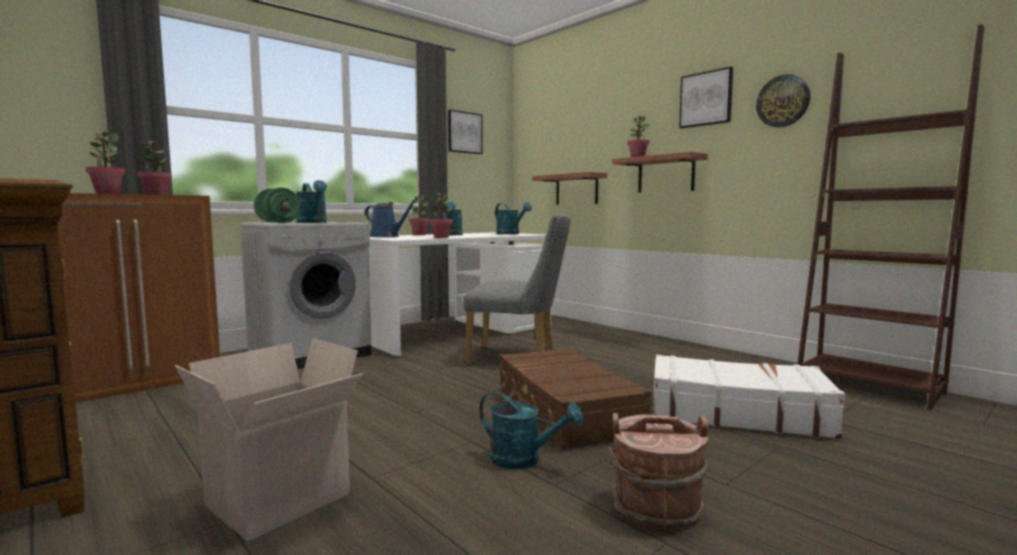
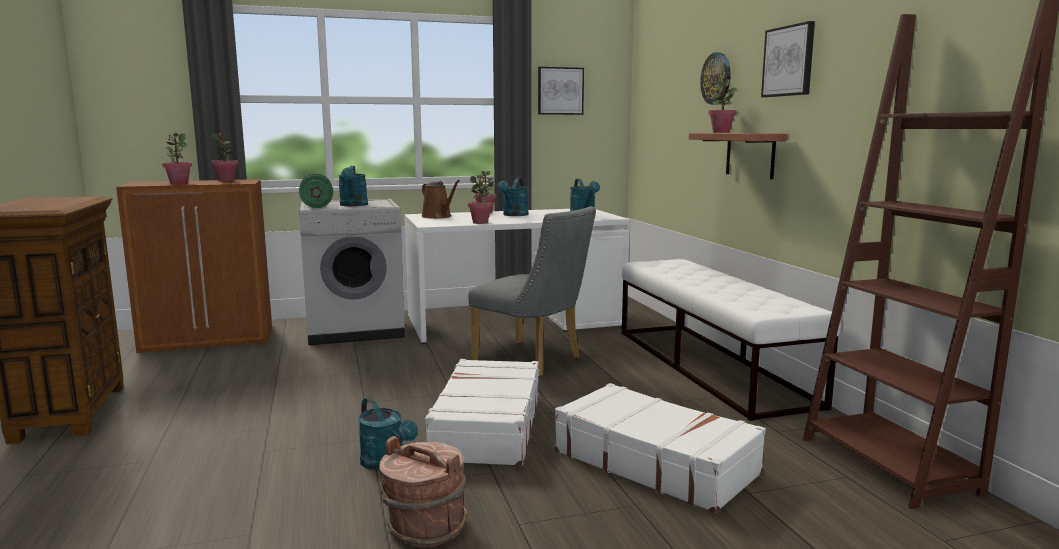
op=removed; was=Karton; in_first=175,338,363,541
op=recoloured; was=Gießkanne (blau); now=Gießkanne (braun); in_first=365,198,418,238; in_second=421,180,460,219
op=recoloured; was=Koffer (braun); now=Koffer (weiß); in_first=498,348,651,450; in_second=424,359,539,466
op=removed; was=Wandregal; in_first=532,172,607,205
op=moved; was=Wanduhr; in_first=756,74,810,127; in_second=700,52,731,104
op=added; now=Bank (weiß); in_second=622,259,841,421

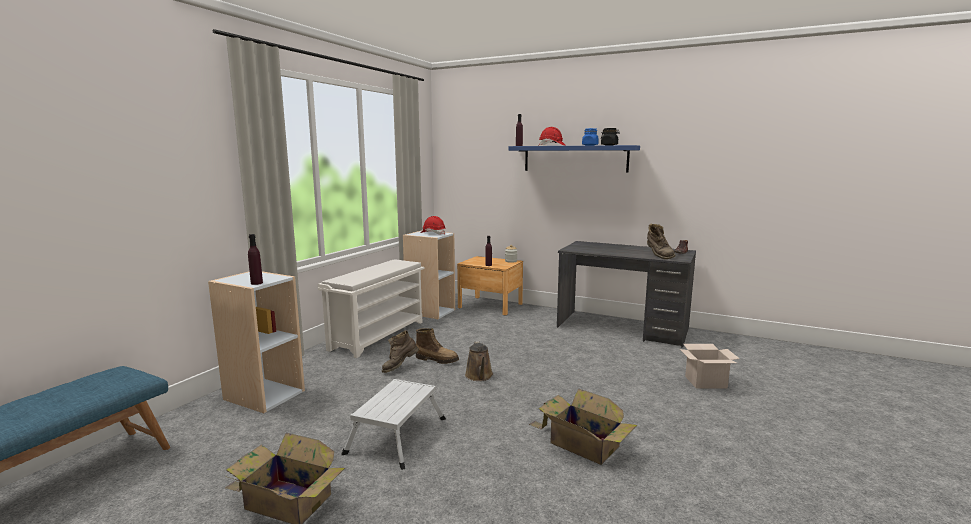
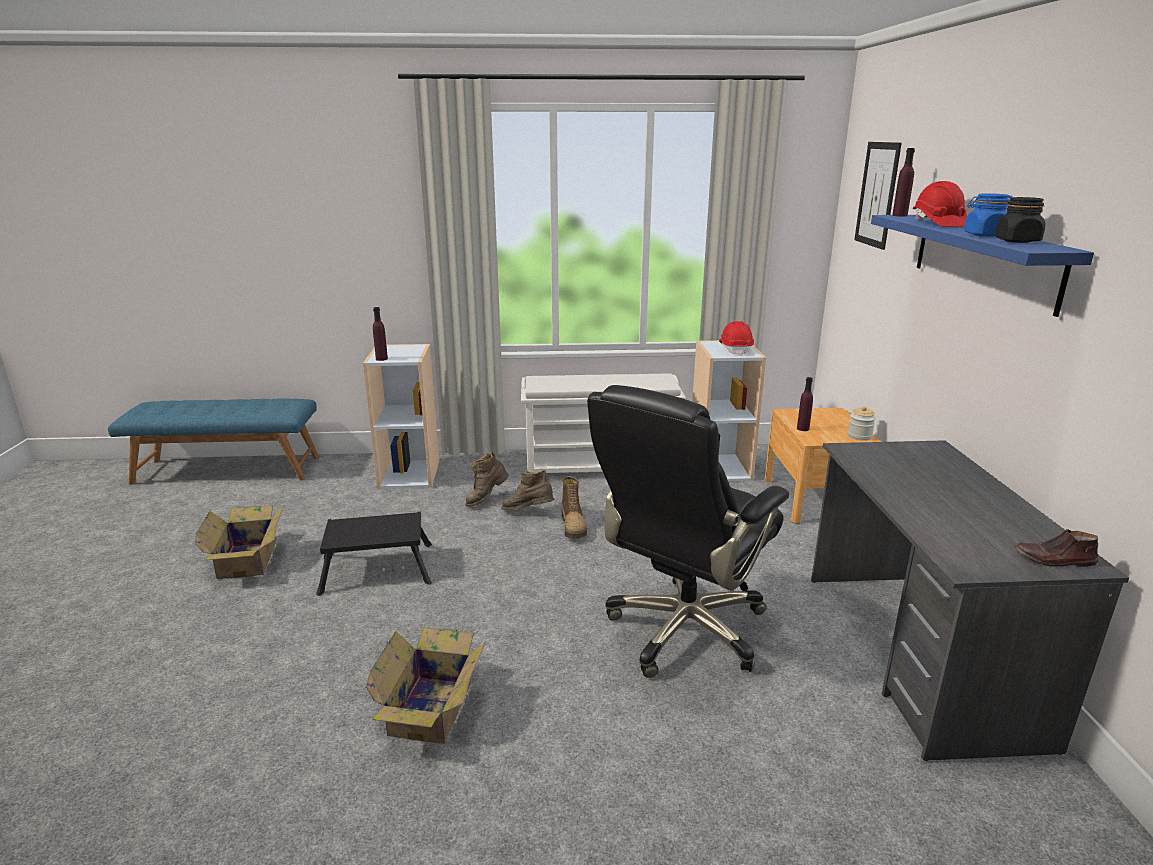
op=recoloured; was=Trittleiter (weiß); now=Trittleiter (schwarz); in_first=341,379,446,470; in_second=316,512,432,596
op=removed; was=Gießkanne (braun); in_first=465,341,493,381
op=moved; was=Stiefel (braun); in_first=647,223,676,259; in_second=465,452,509,507
op=removed; was=Karton; in_first=680,344,740,389
op=added; now=Bürostuhl (schwarz); in_second=587,385,789,678
op=added; now=Bild; in_second=854,142,902,250

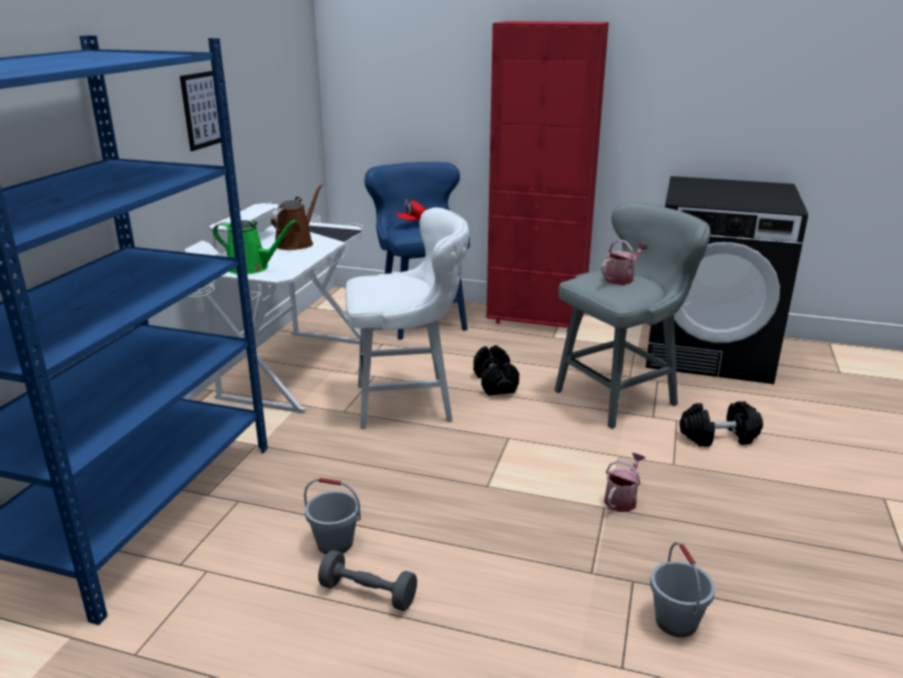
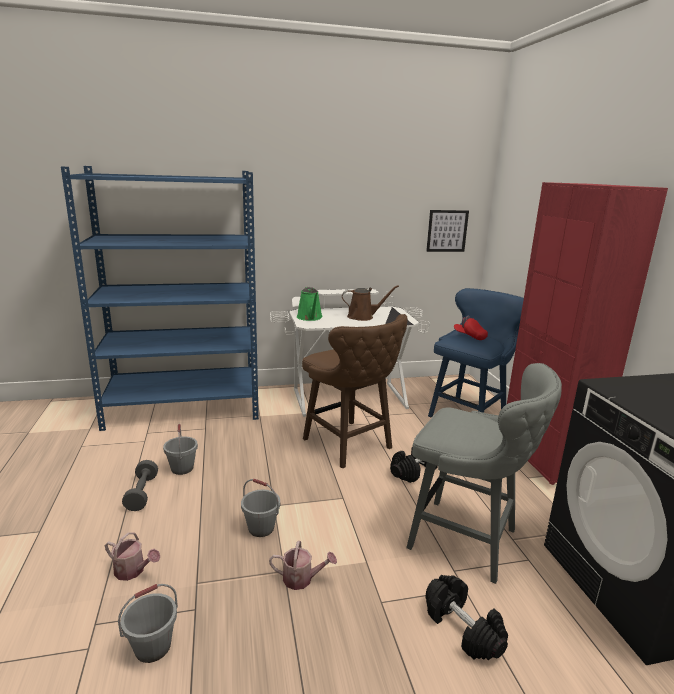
op=moved; was=Bild; in_first=180,70,232,151; in_second=426,210,469,252
op=recoloured; was=Hocker (weiß); now=Hocker (braun); in_first=346,207,469,429; in_second=302,314,408,468
op=moved; was=Gießkanne; in_first=602,239,648,285; in_second=105,532,160,581
op=added; now=Eimer (grau); in_second=241,479,280,537

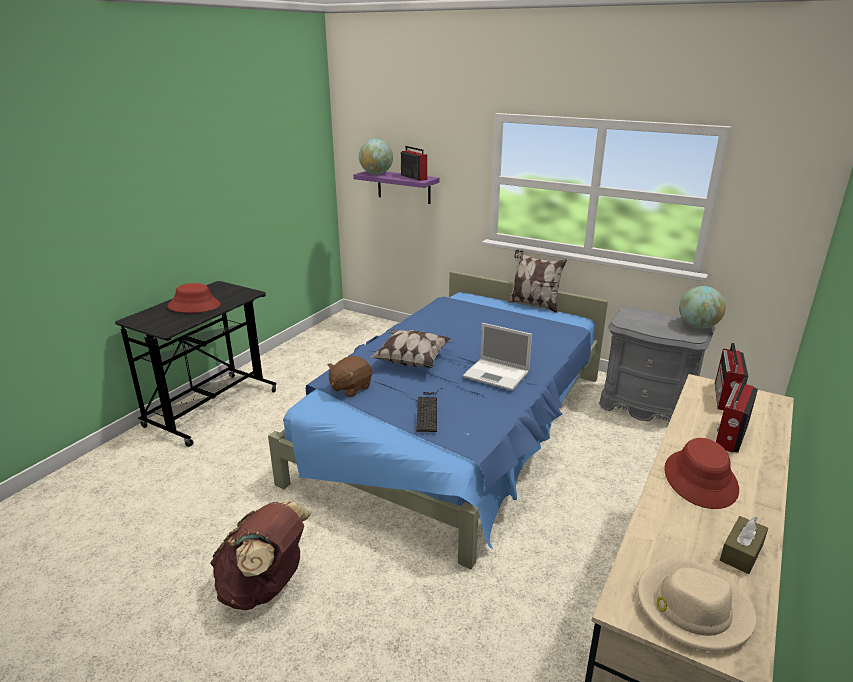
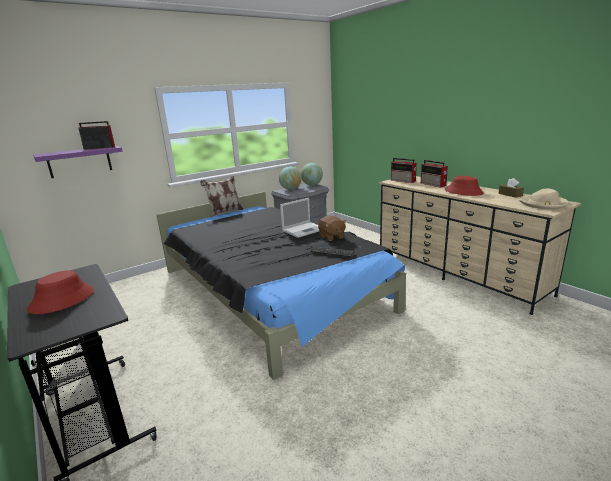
op=removed; was=Rucksack (braun); in_first=210,500,311,610
op=recoloured; was=Bett (blau); now=Bett (schwarz); in_first=268,271,608,569; in_second=156,192,406,380
op=moved; was=Plüschtier (braun); in_first=328,356,372,397; in_second=318,216,346,241
op=moved; was=Globus; in_first=359,139,393,175; in_second=279,166,302,190
op=removed; was=Kissen; in_first=370,329,451,368

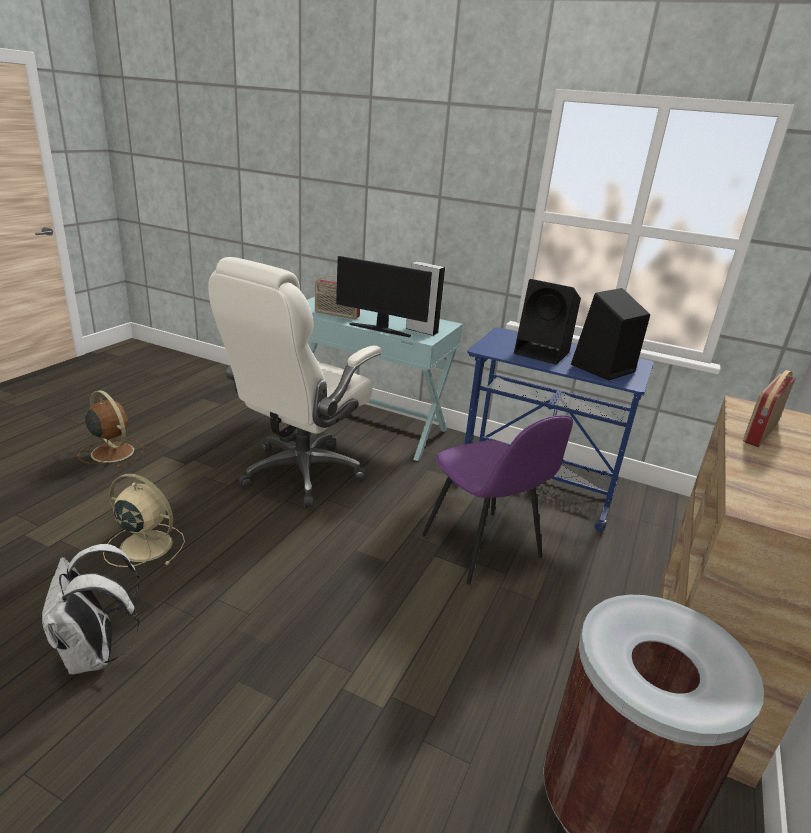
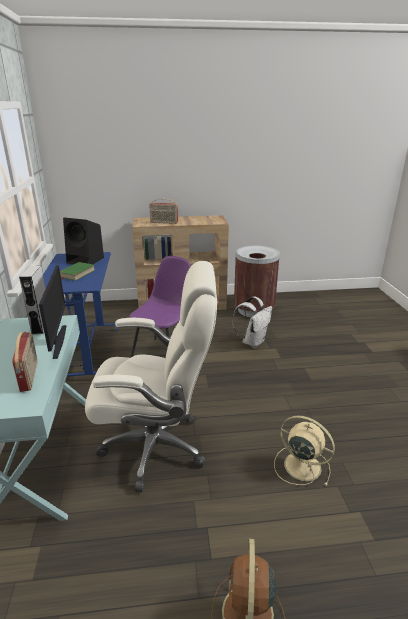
op=moved; was=Rucksack (weiß); in_first=42,544,140,675; in_second=232,296,272,348
op=turned; was=Ventilator (beige); in_first=103,473,185,567; in_second=274,415,335,486; clockwise=135
op=replaced; was=Lautsprecher (schwarz); now=Buch (grün); in_first=514,279,581,365; in_second=60,262,95,281

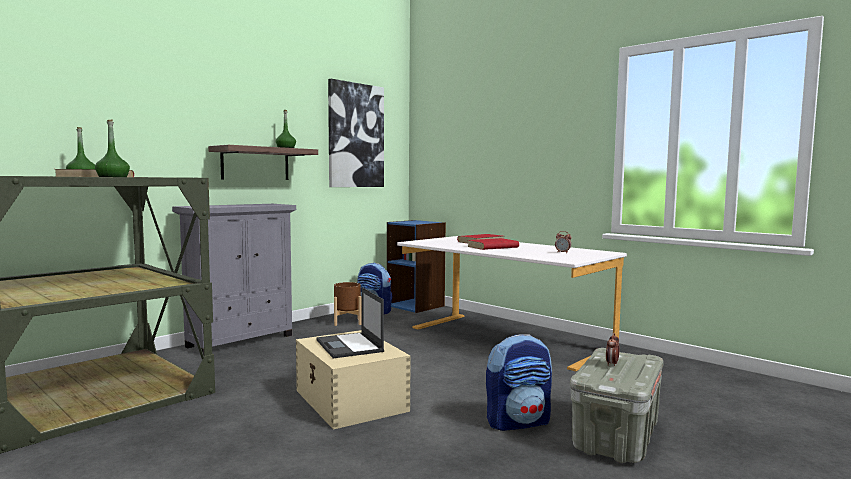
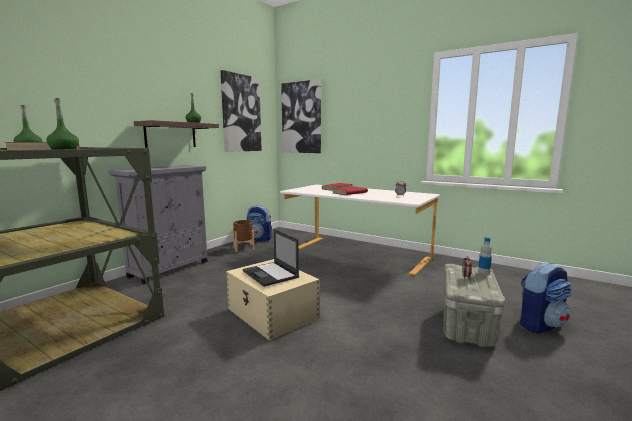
op=removed; was=Bücherregal (blau); in_first=387,220,446,313
op=moved; was=Rucksack; in_first=486,334,552,431; in_second=520,262,572,334
op=added; now=Bild; in_second=281,79,321,153
op=added; now=Flasche; in_second=478,237,492,275

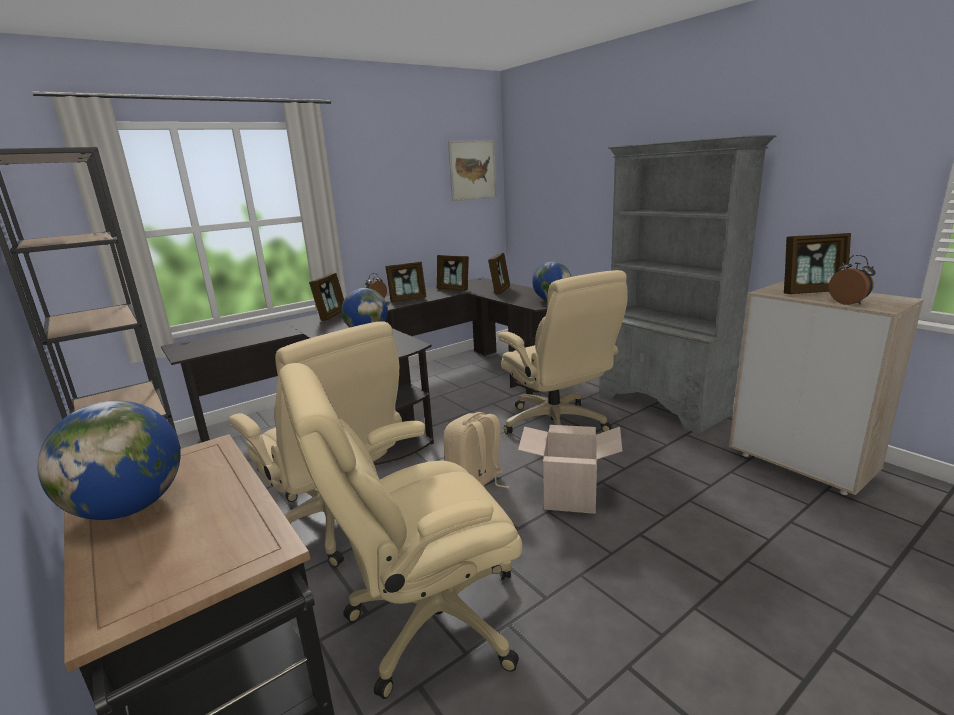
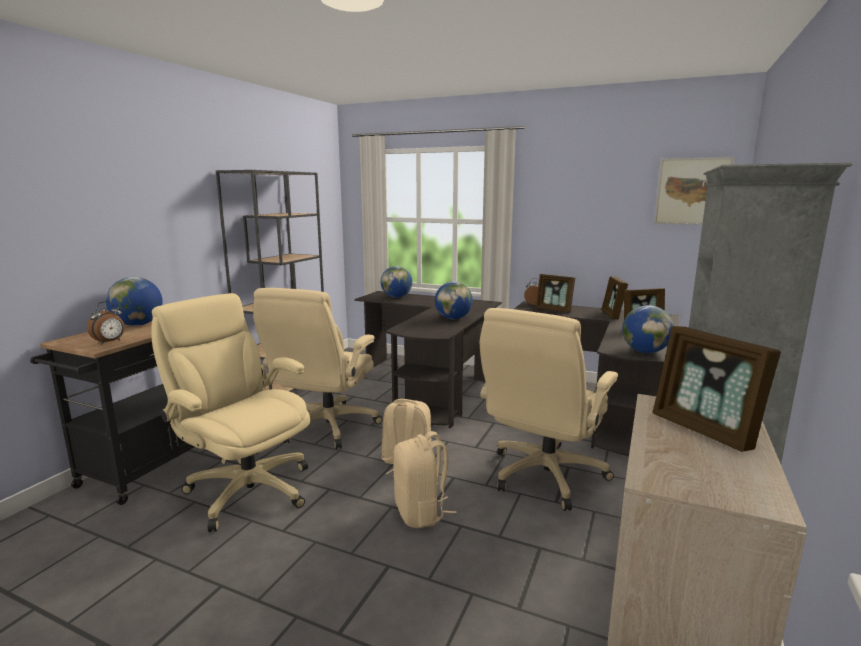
op=removed; was=Bilderrahmen; in_first=309,273,344,321
op=replaced; was=Karton; now=Rucksack (beige); in_first=518,425,622,514; in_second=393,431,456,528
op=moved; was=Wecker; in_first=829,255,875,305; in_second=87,301,125,344
op=added; now=Globus; in_second=381,266,412,298

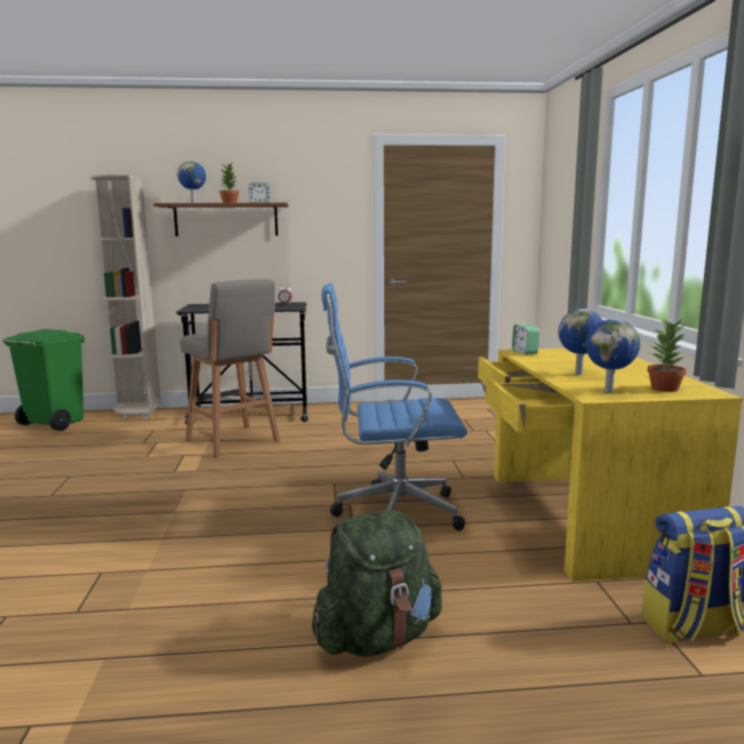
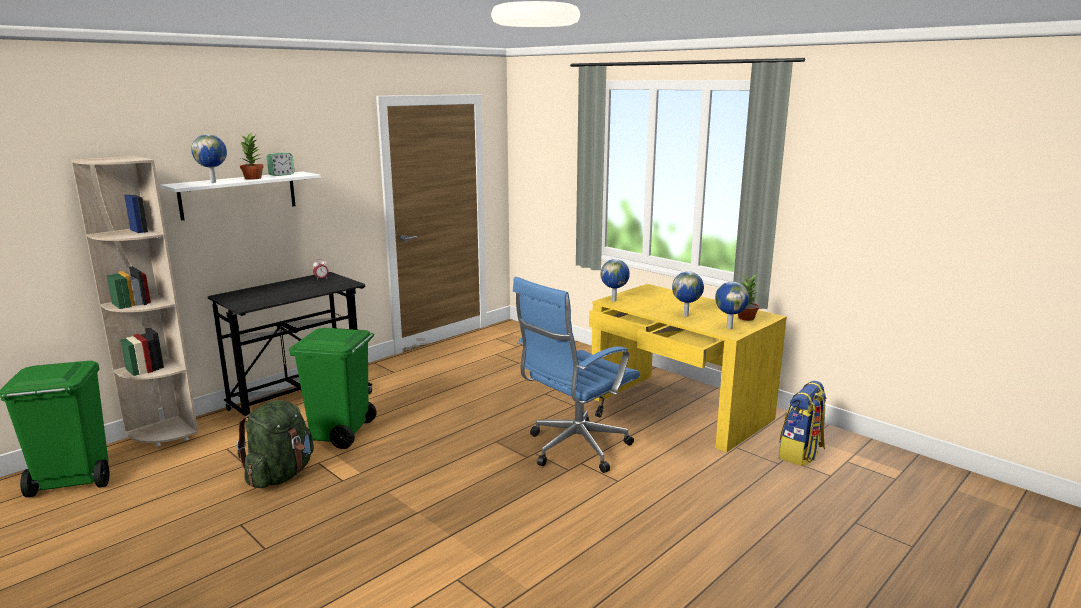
op=recoloured; was=Wandregal (braun); now=Wandregal (weiß); in_first=154,203,289,236; in_second=160,172,321,221
op=replaced; was=Hocker (grau); now=Mülleimer (grün); in_first=180,279,280,457; in_second=289,328,377,449
op=moved; was=Rucksack (grün); in_first=312,510,442,657; in_second=236,400,314,488
op=replaced; was=Wecker; now=Globus; in_first=512,324,540,355; in_second=600,259,630,302

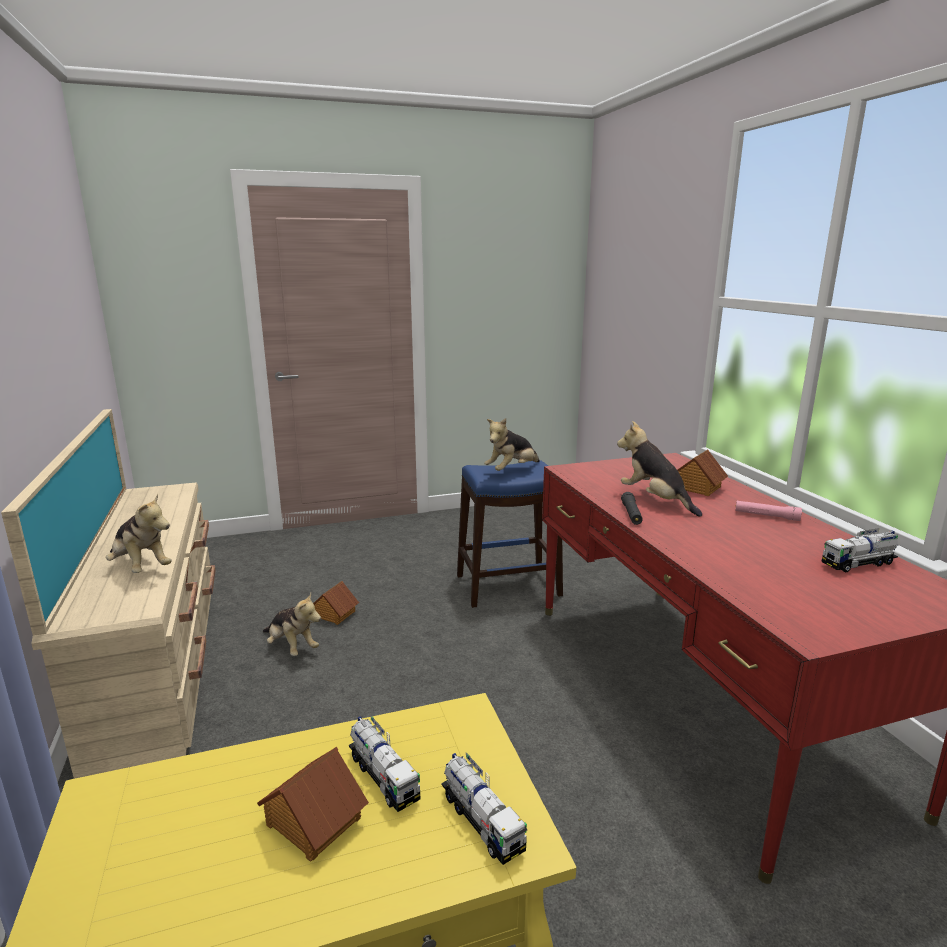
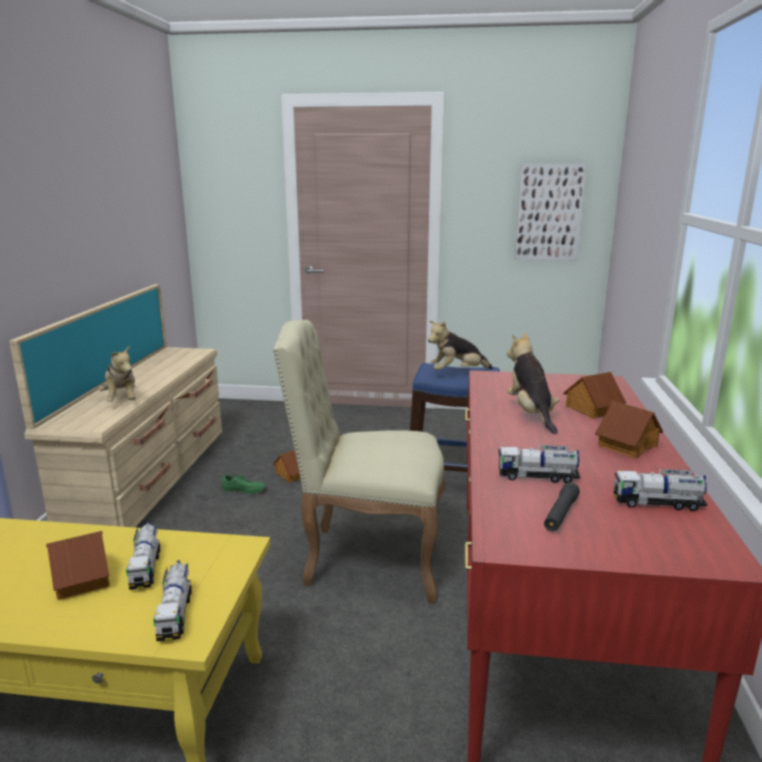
op=replaced; was=Plüschtier; now=Schuh (grün); in_first=263,593,321,656; in_second=222,474,266,494
op=moved; was=Taschenlampe (schwarz); in_first=621,492,643,525; in_second=544,482,580,531
op=replaced; was=Taschenlampe (rosa); now=Spielzeughaus; in_first=735,501,802,521; in_second=595,401,663,459
op=added; now=Stuhl (beige); in_second=273,320,445,603
op=added; now=Spielzeuglaster; in_second=499,445,580,483
op=added; now=Bild; in_second=515,164,587,261

